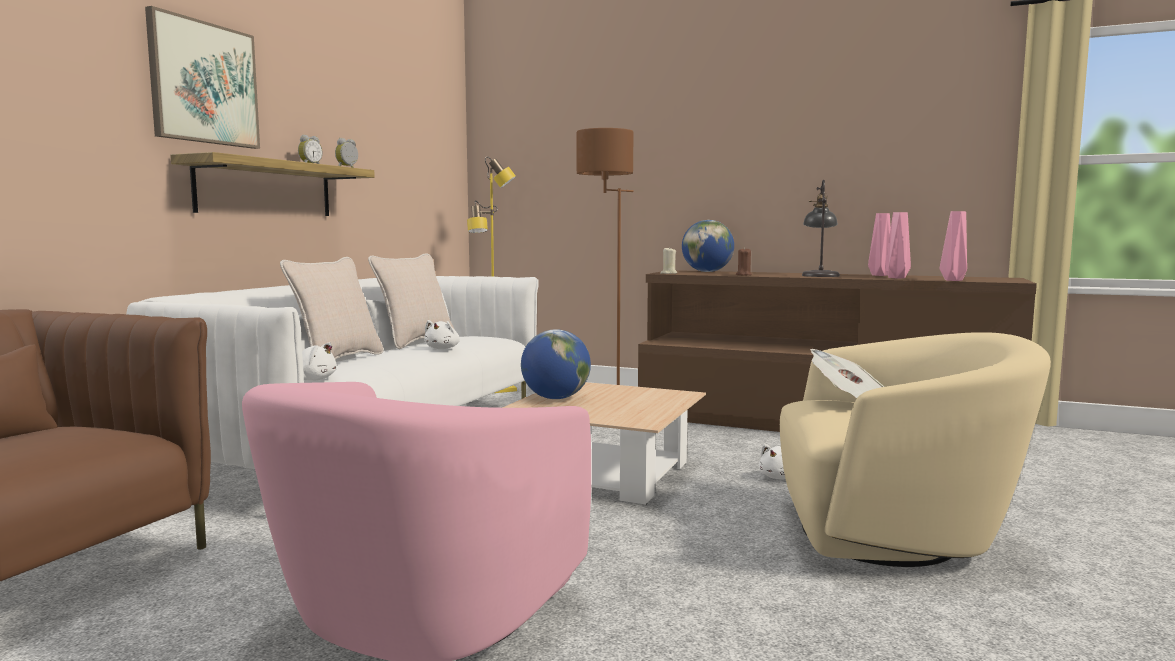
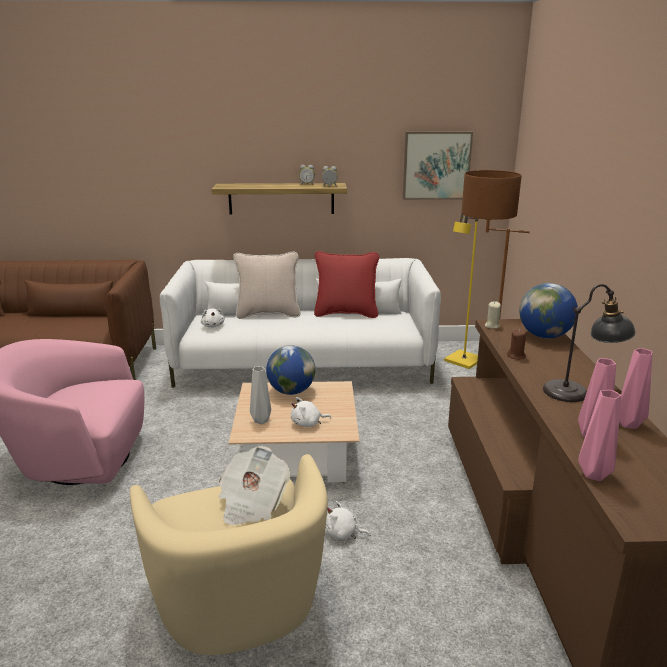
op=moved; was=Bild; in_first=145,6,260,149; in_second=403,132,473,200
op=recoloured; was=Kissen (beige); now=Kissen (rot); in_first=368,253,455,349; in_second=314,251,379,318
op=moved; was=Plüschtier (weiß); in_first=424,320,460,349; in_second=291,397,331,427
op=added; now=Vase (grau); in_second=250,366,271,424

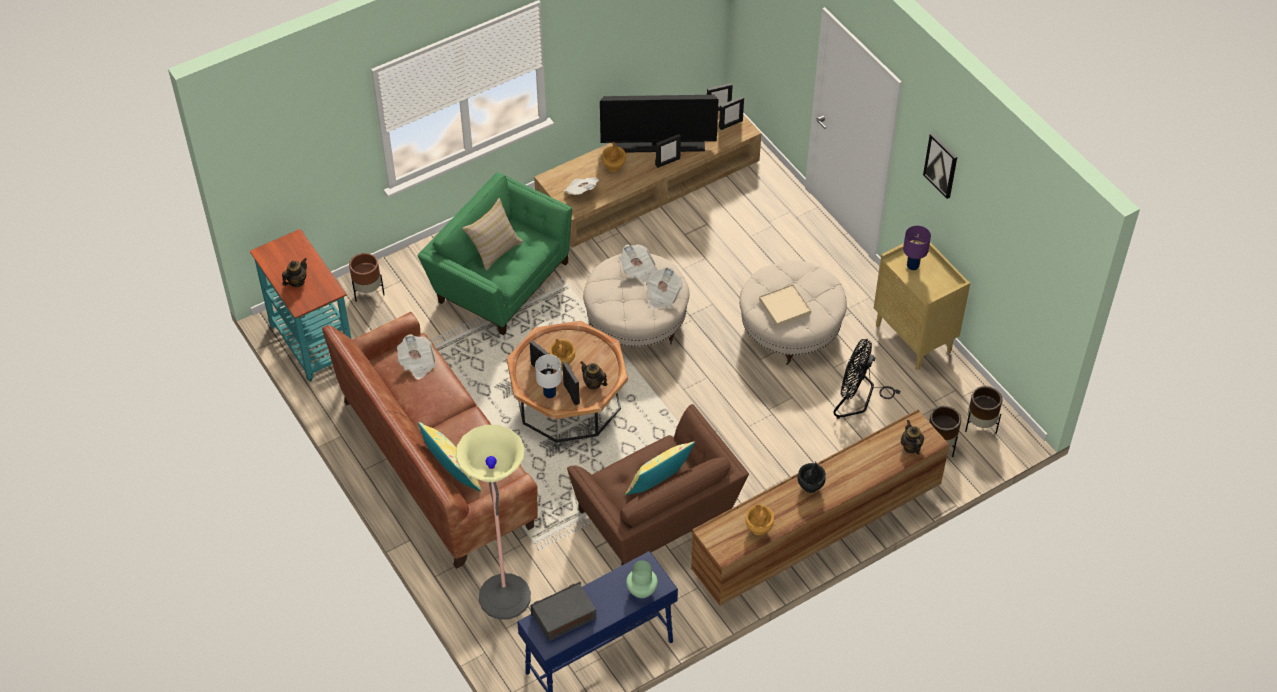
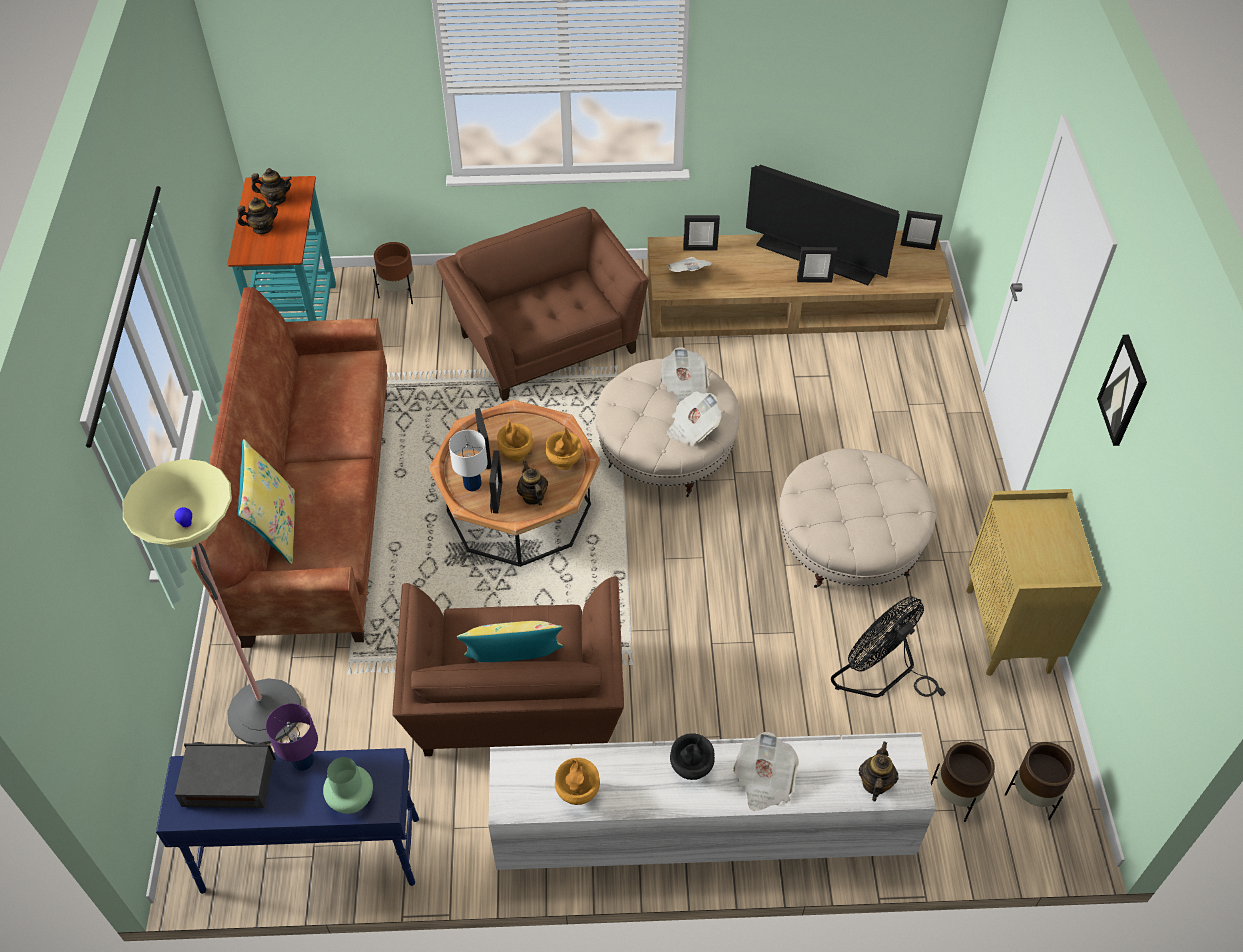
op=moved; was=Zeitung; in_first=397,334,436,380; in_second=733,732,799,811
op=recoloured; was=Sessel (grün); now=Sessel (braun); in_first=418,172,572,335; in_second=436,207,649,401
op=removed; was=Kissen (beige); in_first=462,198,523,271
op=moved; was=Vase (braun); in_first=602,142,626,172; in_second=546,426,582,470
op=recoloured; was=Schrank (braun); now=Schrank (weiß); in_first=691,409,949,606; in_second=488,732,936,870
op=moved; was=Bilderrahmen; in_first=719,96,744,130; in_second=683,215,720,251
op=removed; was=Tablett (beige); in_first=759,284,811,327
op=moved; was=Tischlampe (lila); in_first=903,226,931,270; in_second=266,703,318,771
op=added; now=Teekanne; in_second=251,168,292,205

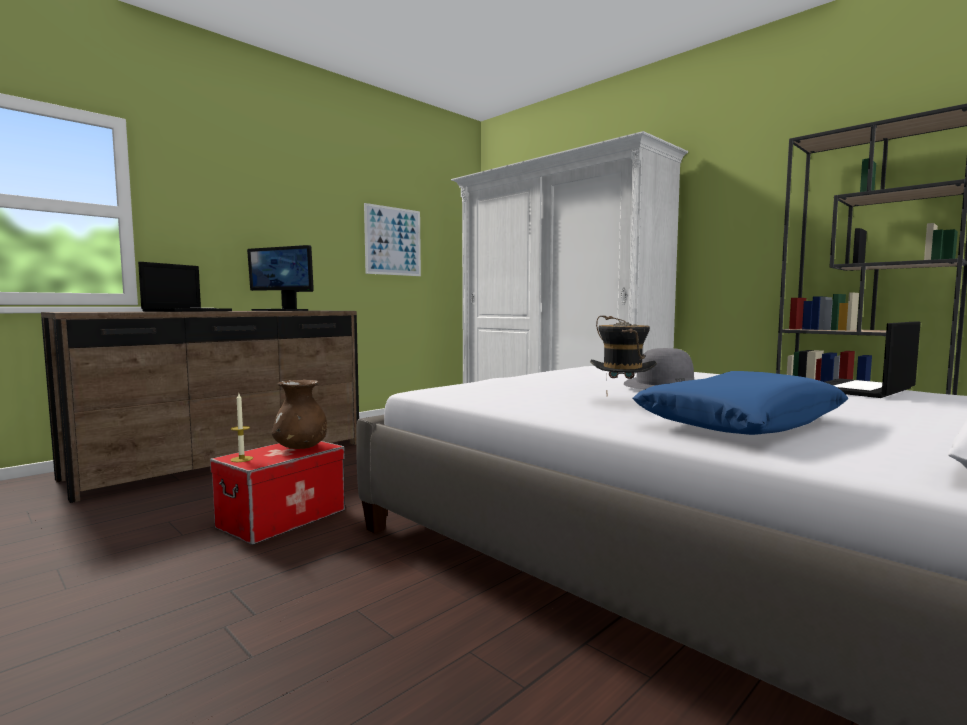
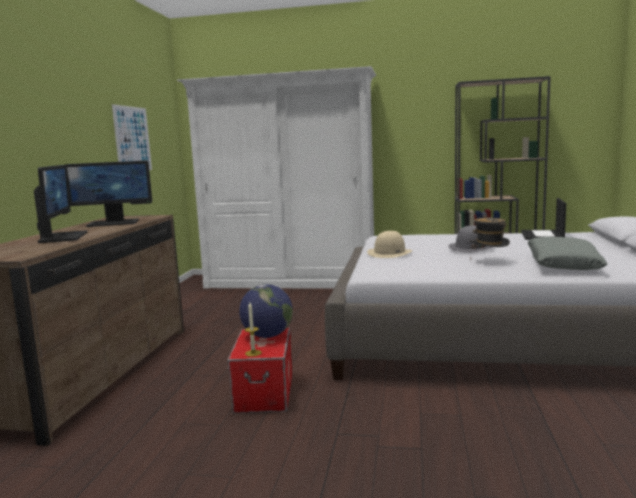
op=replaced; was=Laptop; now=Monitor; in_first=138,262,232,312; in_second=34,165,87,243
op=replaced; was=Vase (braun); now=Globus; in_first=271,379,327,449; in_second=239,284,293,338
op=recoloured; was=Kissen (blau); now=Kissen (grau); in_first=633,371,848,435; in_second=528,237,607,270
op=added; now=Hut (beige); in_second=367,231,412,258

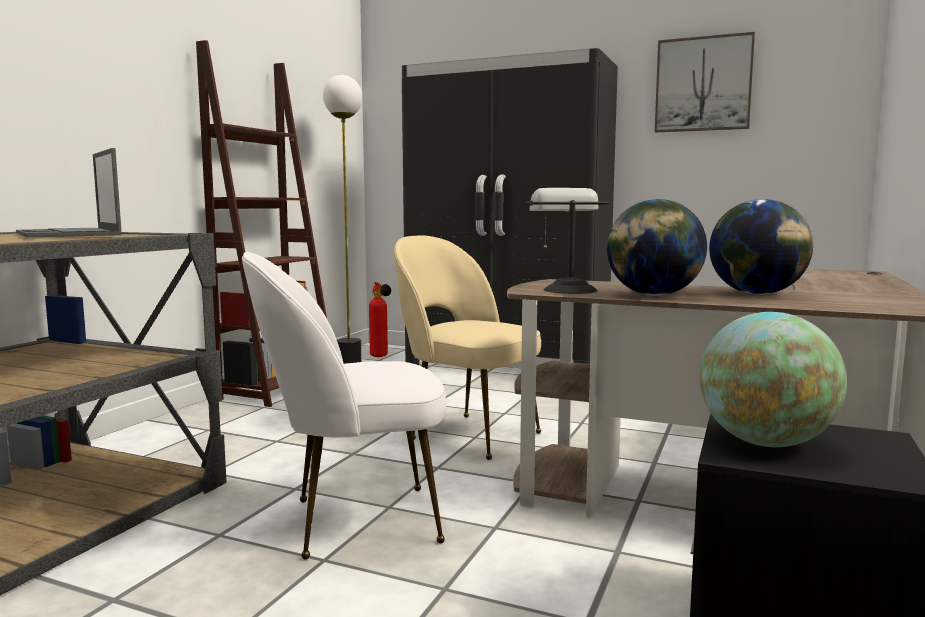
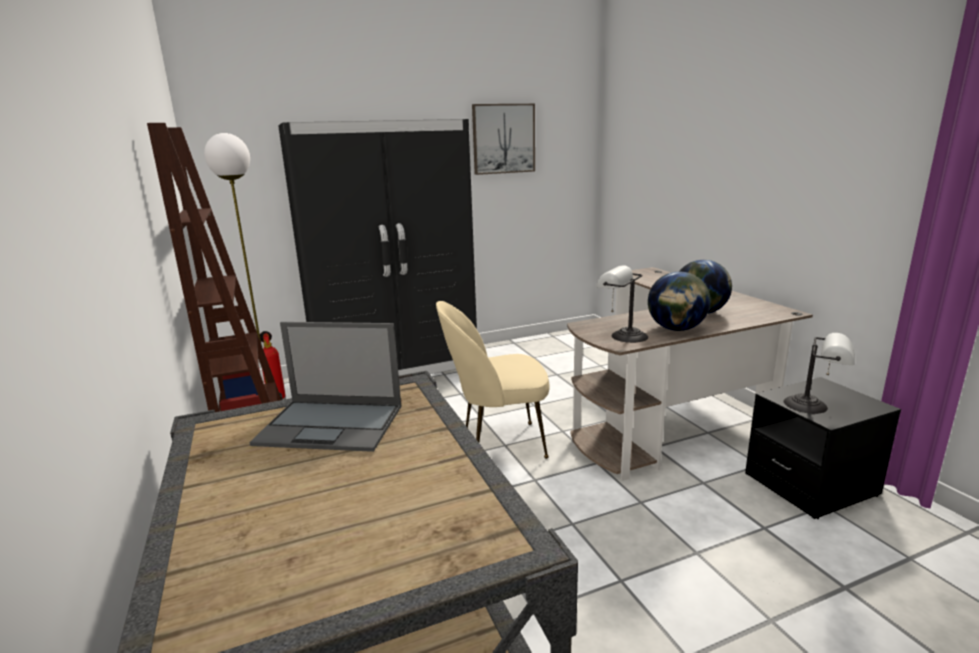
op=removed; was=Stuhl (weiß); in_first=242,252,447,560
op=replaced; was=Globus; now=Tischlampe; in_first=699,312,847,447; in_second=784,333,855,414

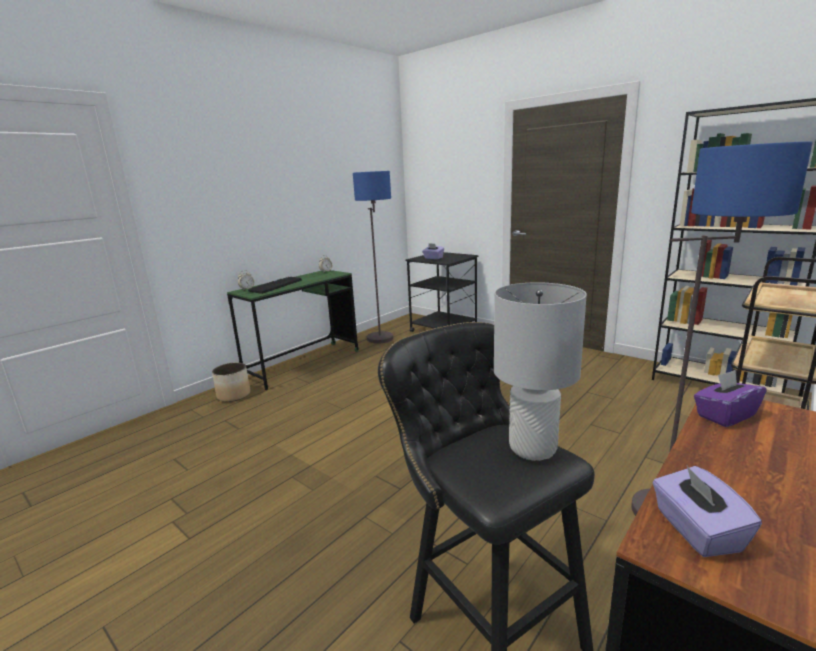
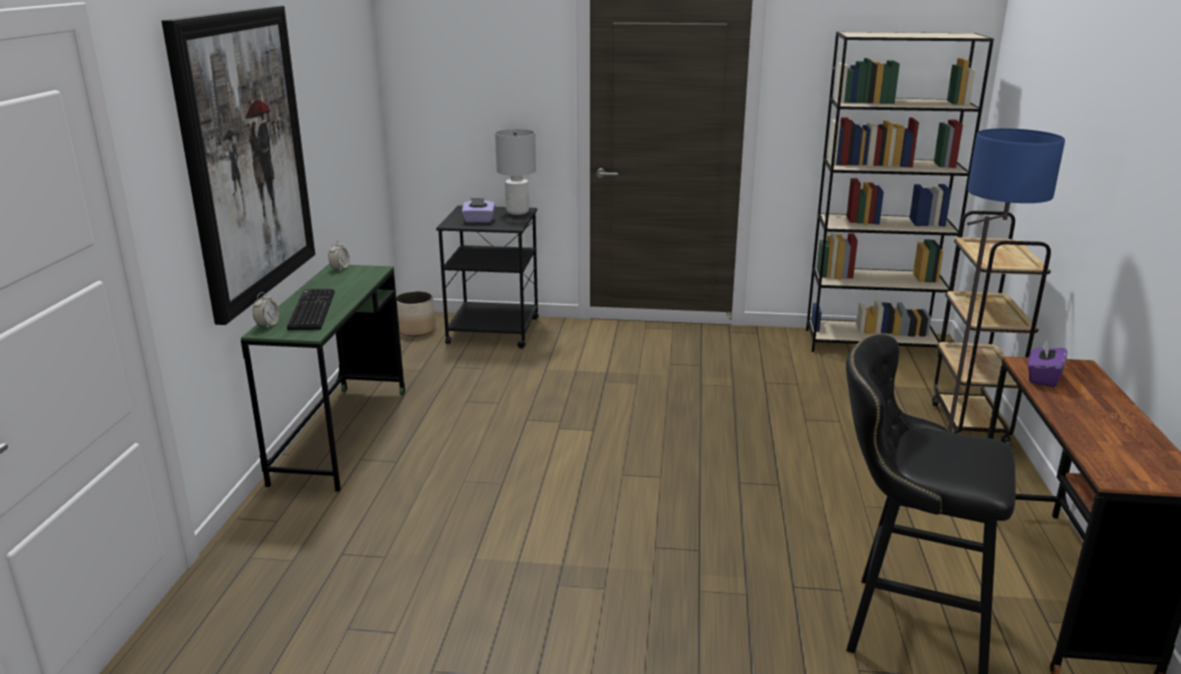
op=moved; was=Pflanzkübel; in_first=212,362,250,402; in_second=396,291,436,336
op=removed; was=Stehlampe (blau); in_first=353,171,393,344
op=moved; was=Tischlampe (grau); in_first=494,282,587,461; in_second=495,129,536,215
op=removed; was=Taschentuchbox (lila); in_first=652,466,762,557
op=added; now=Bild; in_second=162,6,315,325

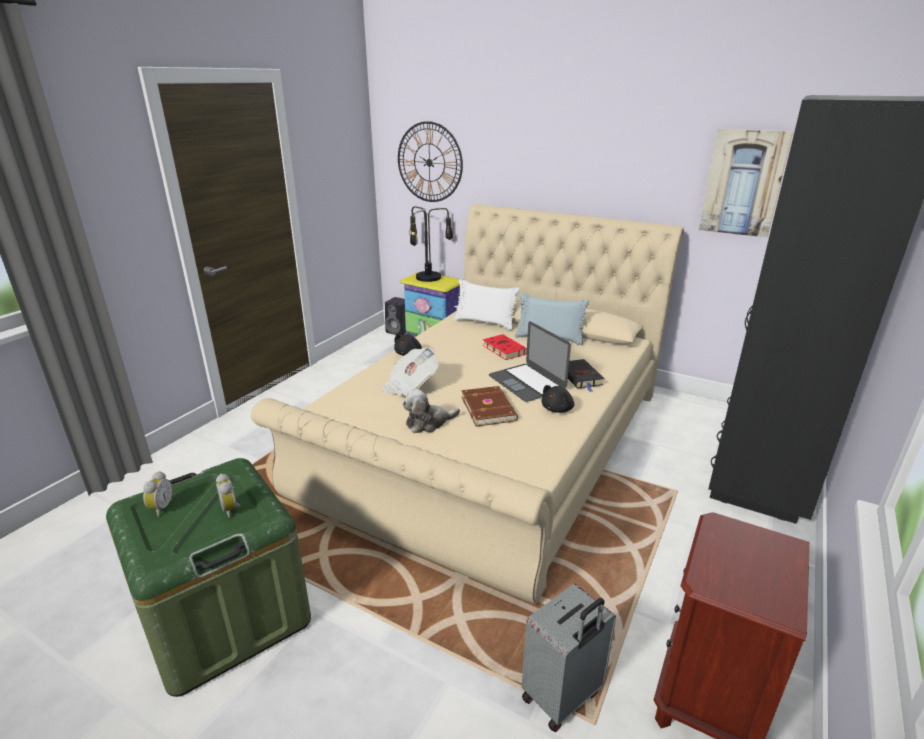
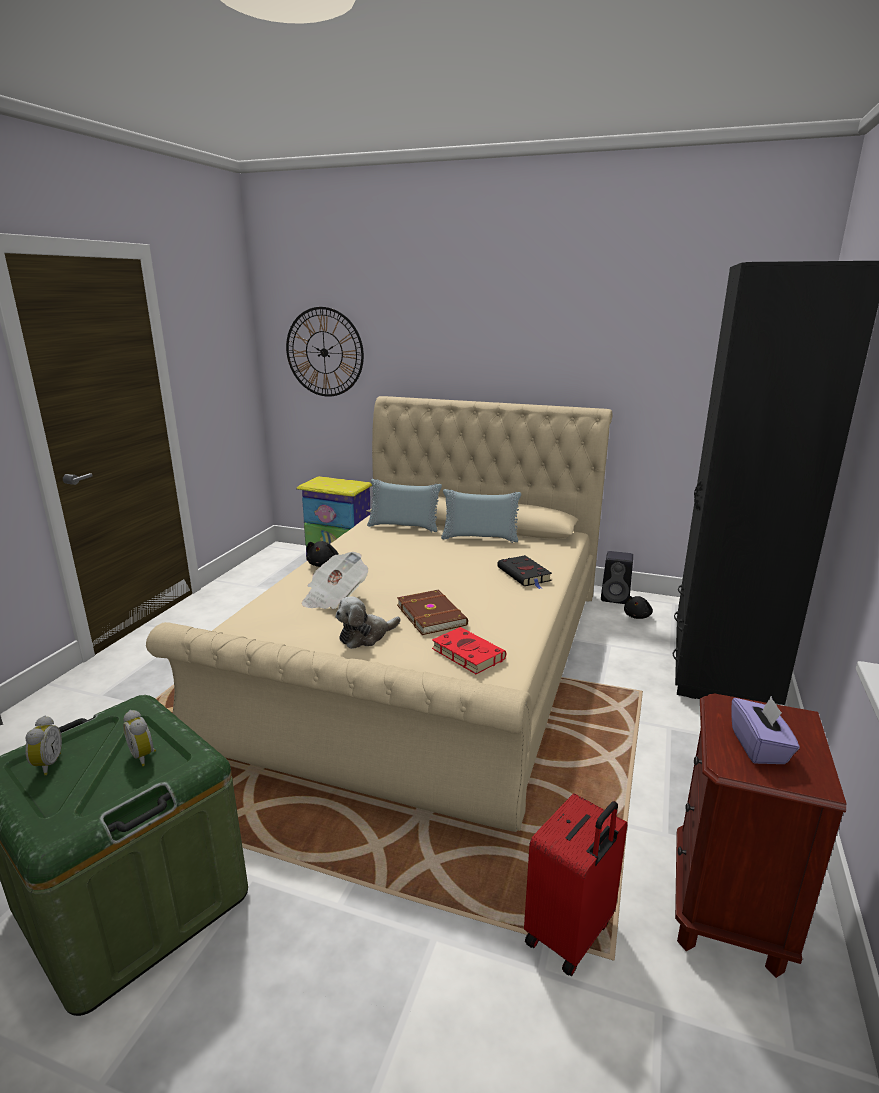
op=moved; was=Lautsprecher (schwarz); in_first=385,297,406,336; in_second=601,551,633,604
op=removed; was=Tischlampe; in_first=410,206,453,282
op=recoloured; was=Kissen (weiß); now=Kissen (blau); in_first=453,279,520,330; in_second=367,479,442,532
op=moved; was=Buch (rot); in_first=483,334,527,360; in_second=432,627,506,674
op=removed; was=Laptop; in_first=489,321,571,402
op=recoloured; was=Koffer (grau); now=Koffer (rot); in_first=522,583,616,732; in_second=524,794,628,976
op=moved; was=Plüschtier (schwarz); in_first=541,385,574,413; in_second=624,596,653,619
op=removed; was=Bild; in_first=699,129,793,238
op=added; now=Taschentuchbox (lila); in_second=731,696,800,764

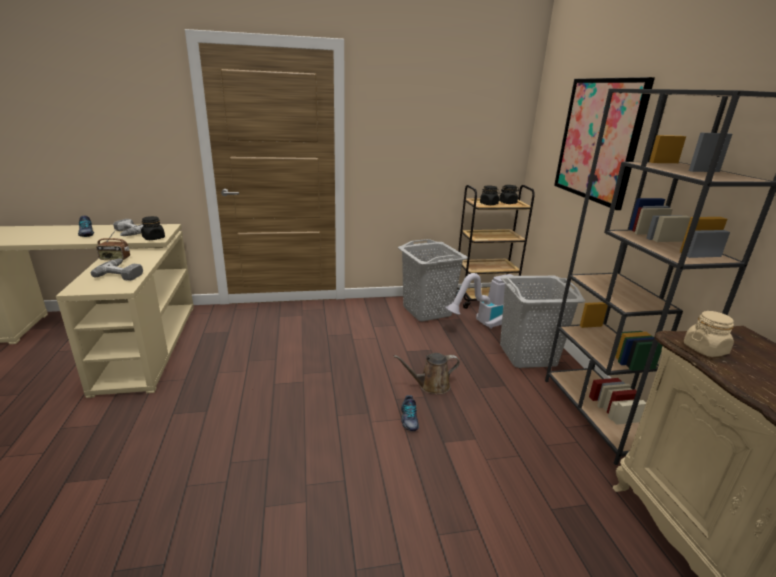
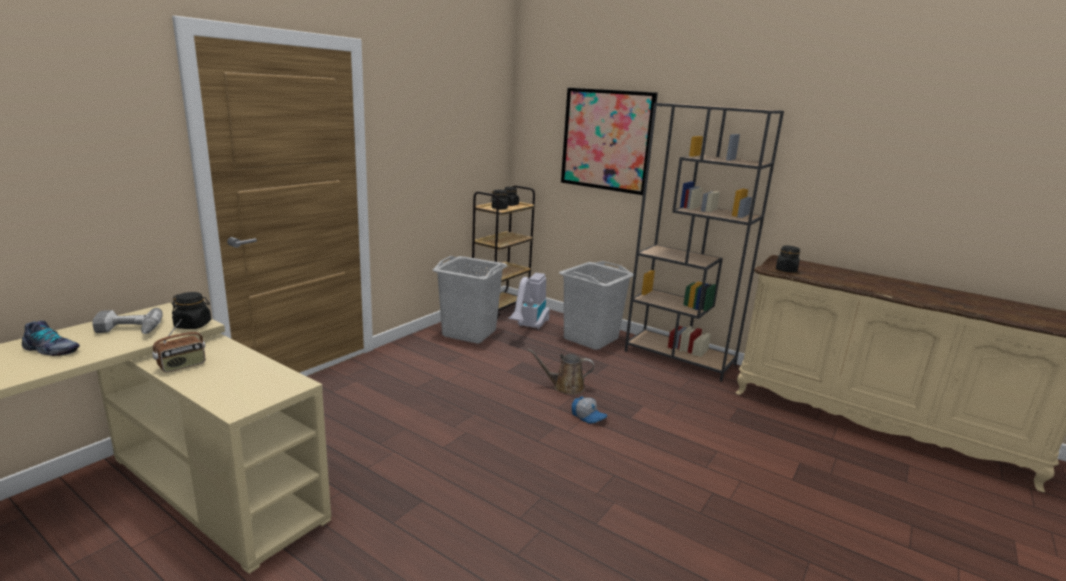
op=removed; was=Bohrmaschine; in_first=91,259,143,281
op=turned; was=Gießkanne (braun); in_first=394,353,460,394; in_second=528,349,594,395; clockwise=60
op=replaced; was=Schuh; now=Kappe; in_first=401,395,419,431; in_second=572,396,608,424
op=recoloured; was=Vorratsglas (beige); now=Vorratsglas (schwarz); in_first=684,311,734,357; in_second=776,245,800,273

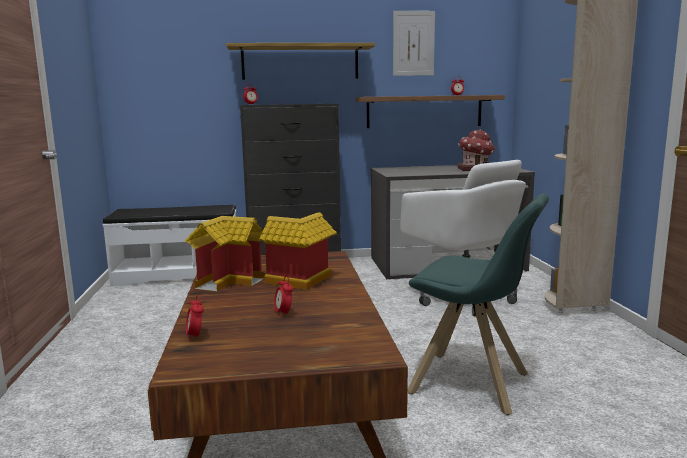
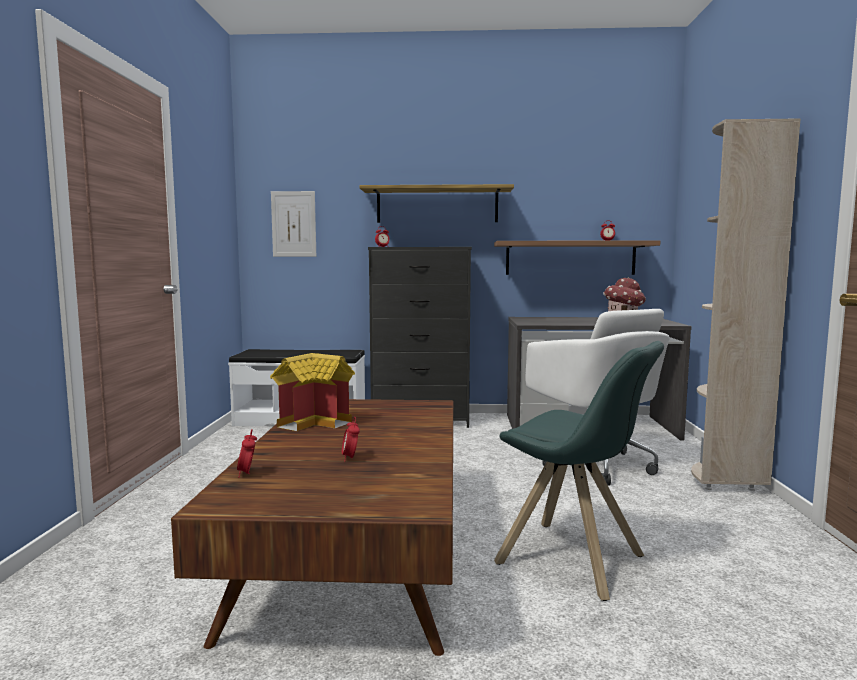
op=removed; was=Spielzeughaus; in_first=259,212,337,290
op=moved; was=Bild; in_first=393,11,435,76; in_second=271,191,316,257

